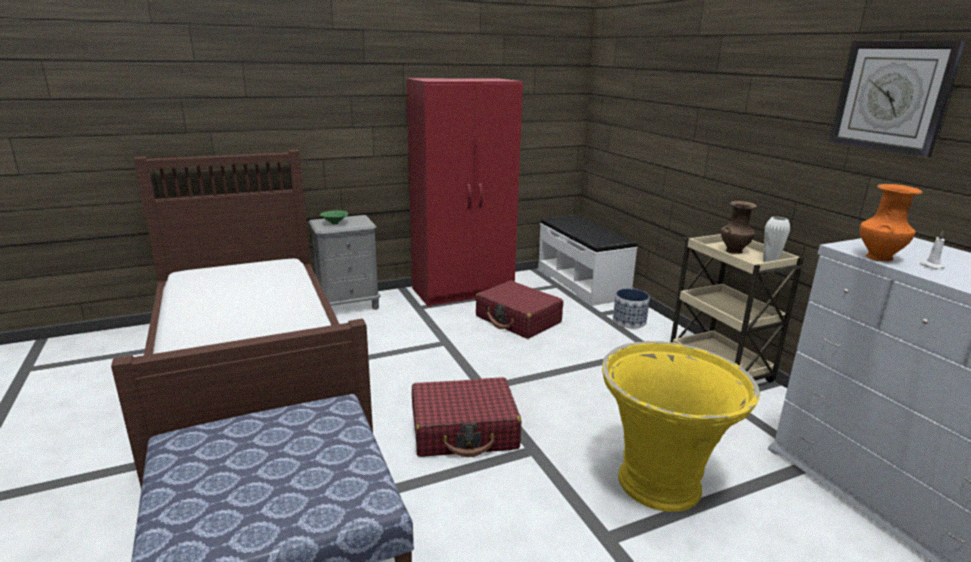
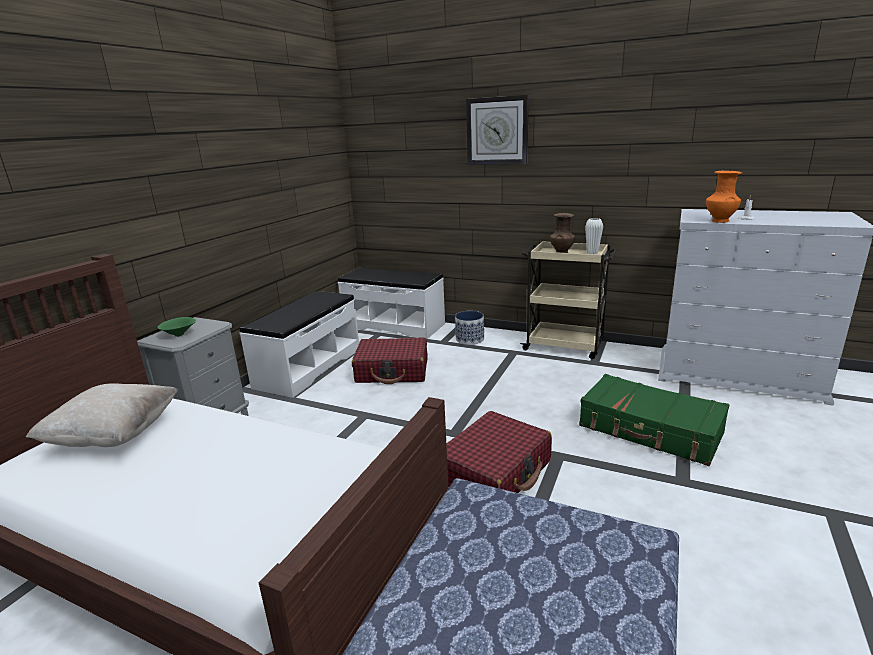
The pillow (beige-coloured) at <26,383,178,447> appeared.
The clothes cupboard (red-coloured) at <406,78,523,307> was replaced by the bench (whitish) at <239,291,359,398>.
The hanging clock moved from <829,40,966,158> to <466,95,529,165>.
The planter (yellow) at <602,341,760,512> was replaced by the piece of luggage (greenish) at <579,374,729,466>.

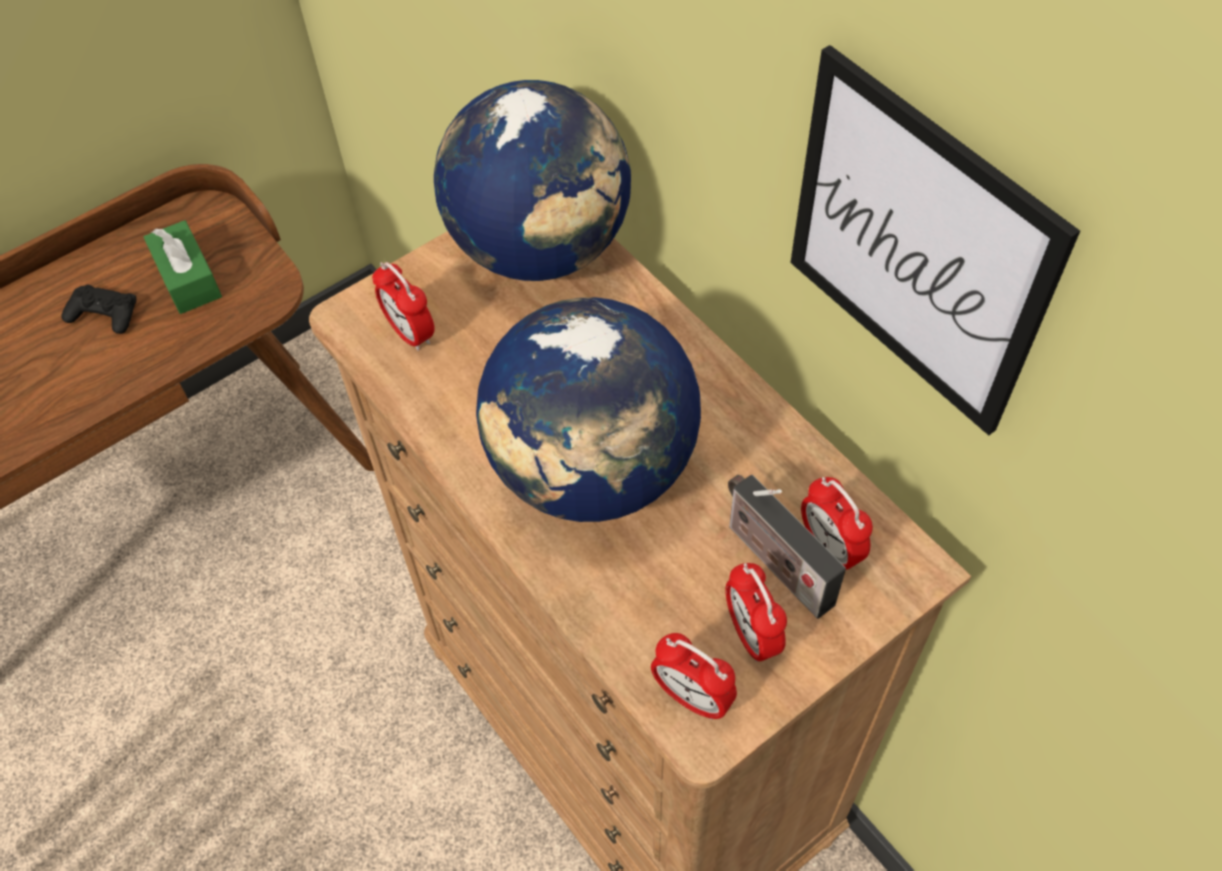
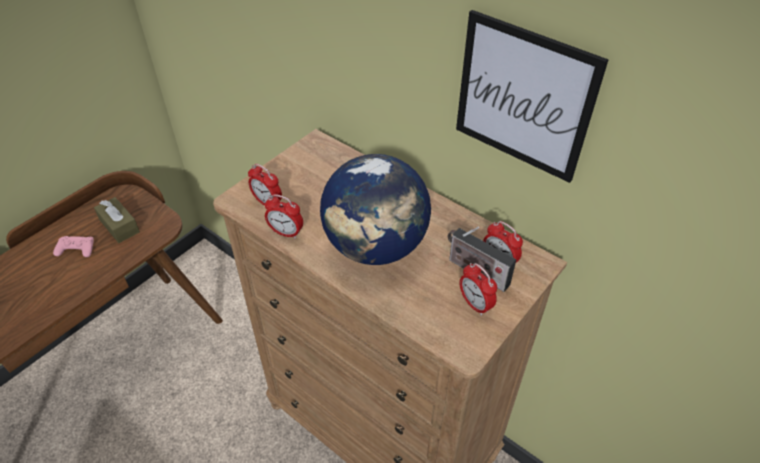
The joypad (blackish) at <61,284,136,334> became the joypad (pink-coloured) at <53,236,94,257>.
The tissue holder (greenish) at <144,220,222,314> became the tissue holder (brown-coloured) at <94,197,140,243>.
The table clock moved from <651,633,737,720> to <265,194,303,239>.
The world globe at <434,80,631,281> disappeared.

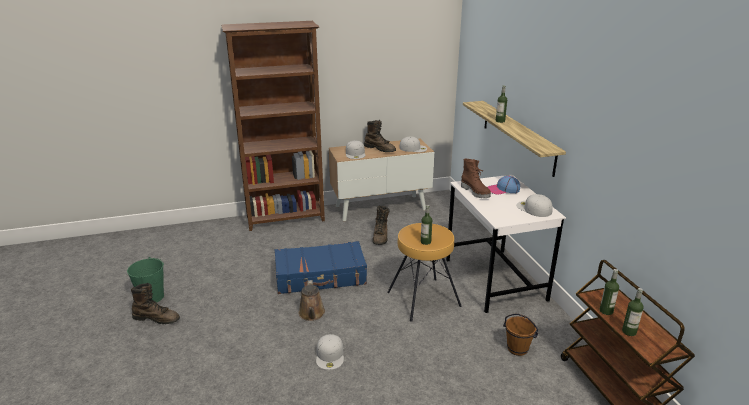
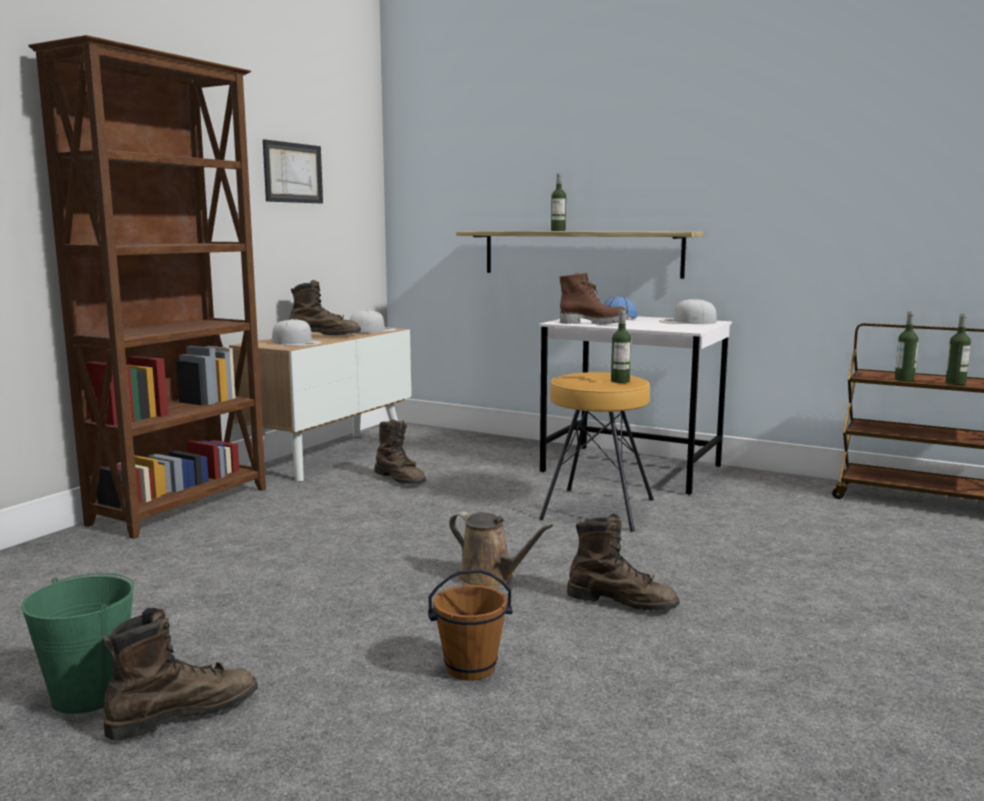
The wall art at <263,139,323,203> appeared.
The water bucket (brown-coloured) moved from <503,314,538,356> to <428,569,513,681>.
The cap (whitish) at <316,334,344,370> was replaced by the boot (brown-coloured) at <567,514,680,611>.
The piece of luggage (bluish) at <275,241,367,294> disappeared.

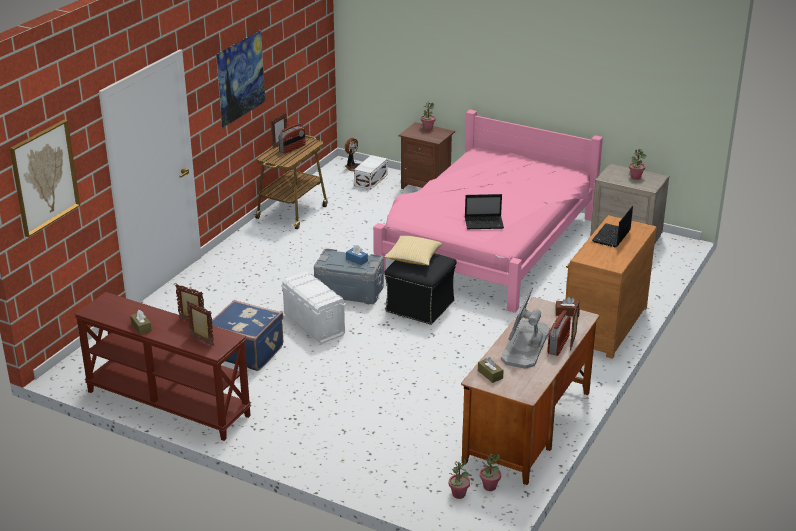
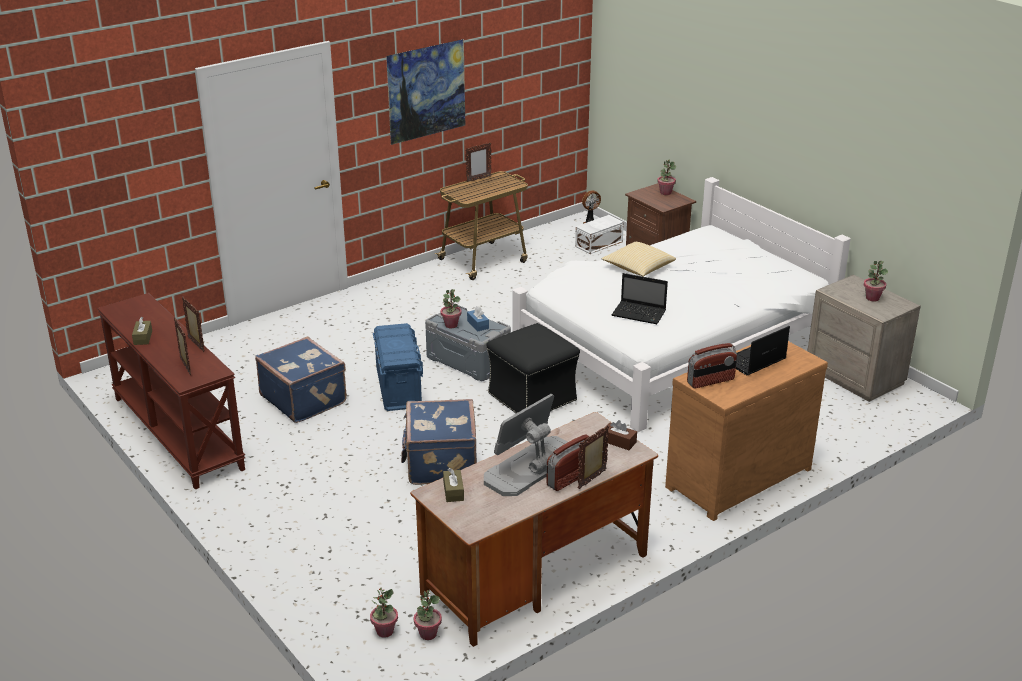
The storage box (whitish) at <281,271,346,344> became the storage box (bluish) at <373,323,423,411>.
The piece of luggage (bluish) at <401,399,477,485> appeared.
The potted plant at <440,289,462,328> appeared.
The bedroom bed (pink-coloured) at <373,110,603,313> became the bedroom bed (whitish) at <513,177,851,432>.
The pillow moved from <384,236,442,266> to <602,242,676,277>.
The radio receiver moved from <279,123,306,154> to <687,343,737,388>.
The wall art at <10,120,80,237> disappeared.

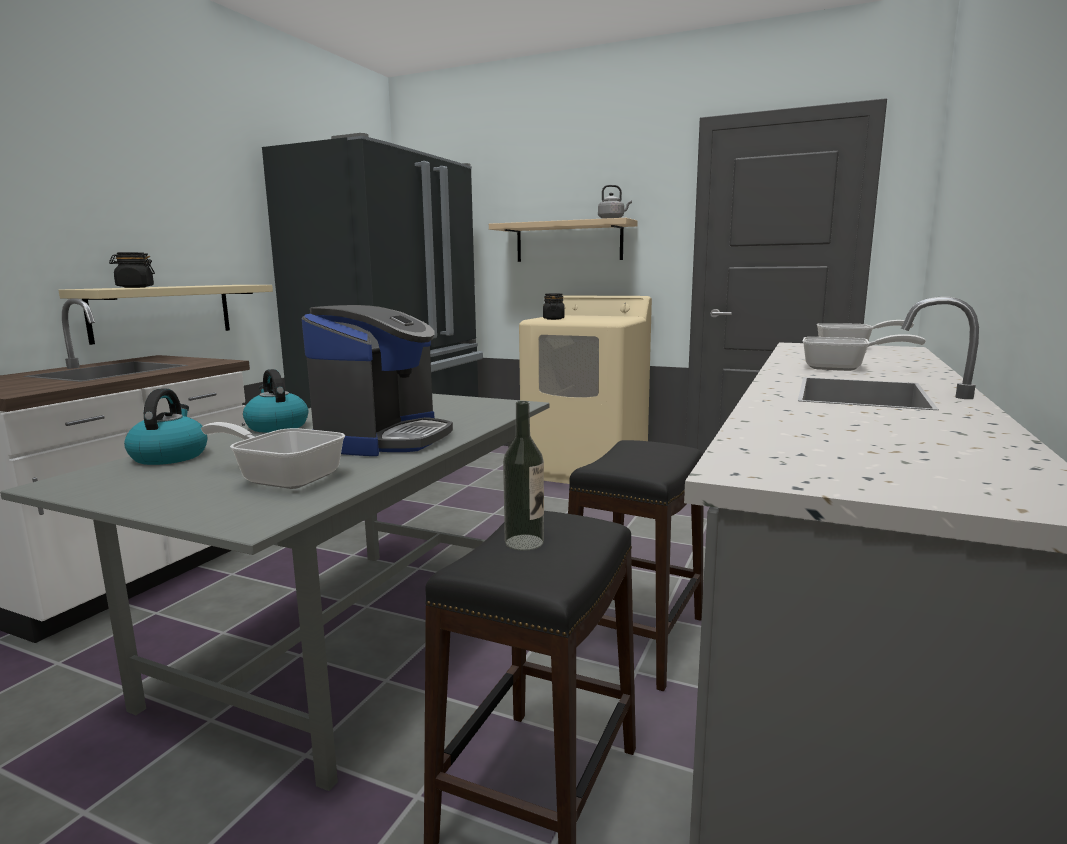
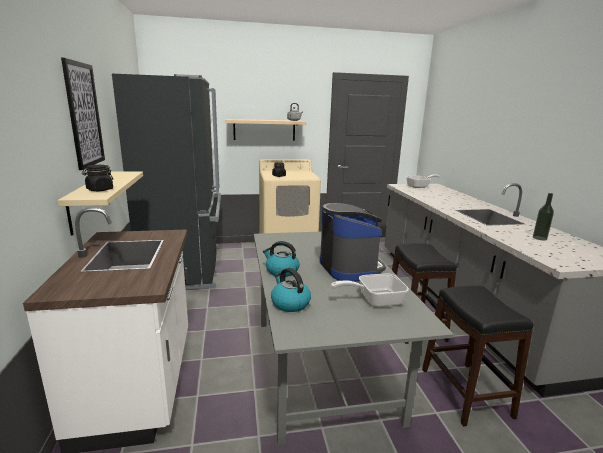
The wall art at <61,58,105,170> appeared.
The beverage bottle moved from <503,401,544,551> to <533,193,554,240>.
The skillet at <802,334,926,371> disappeared.

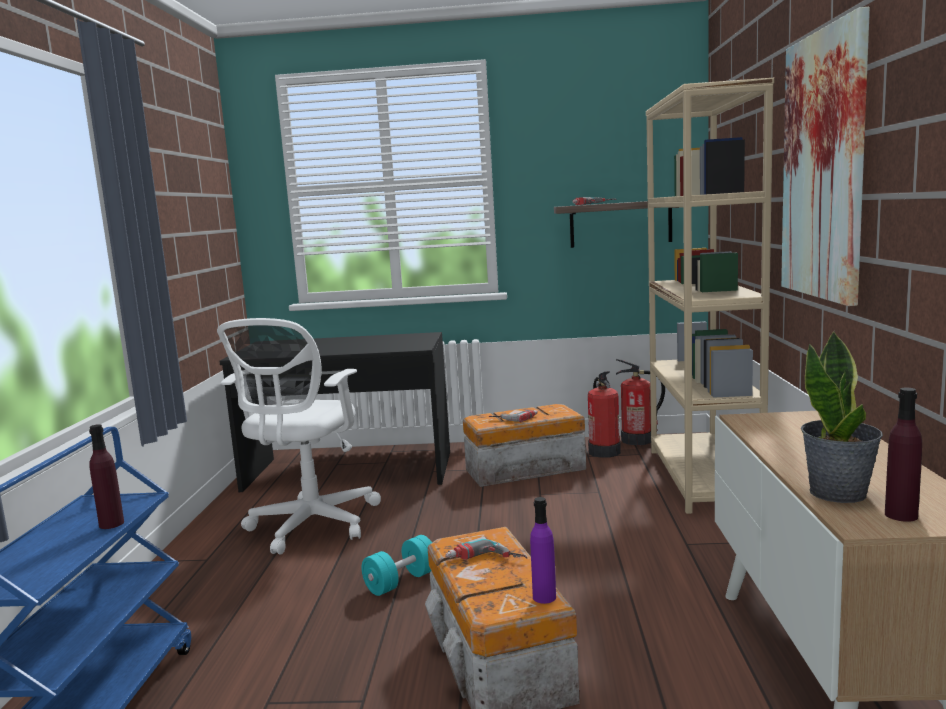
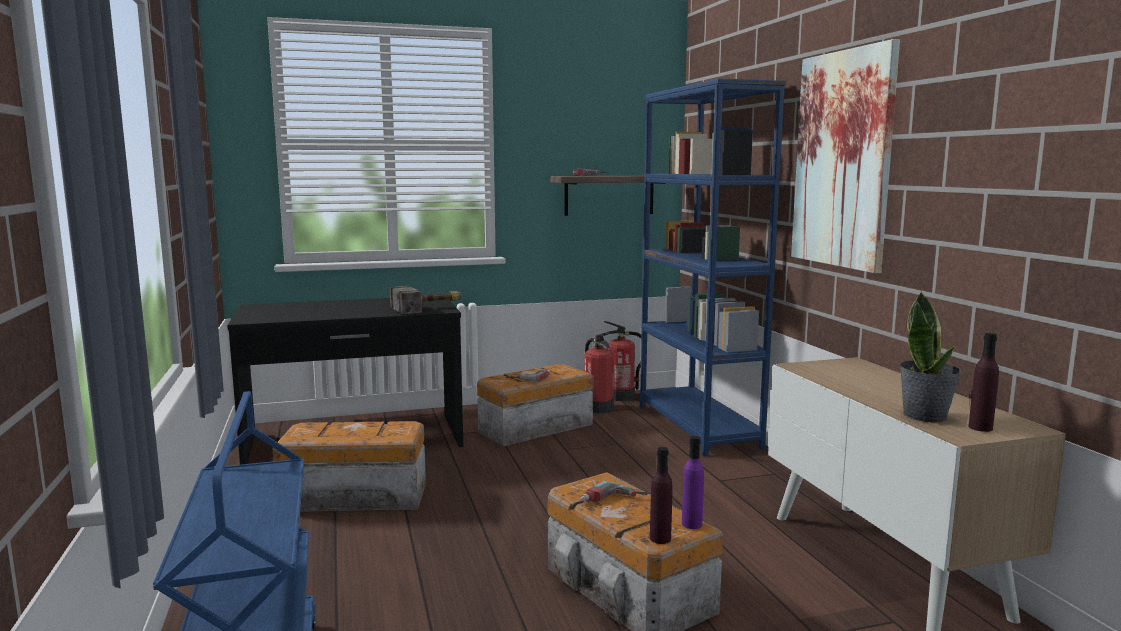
The desk chair (whitish) at <217,318,381,555> was replaced by the storage box at <272,421,426,512>.
The hand hammer at <390,286,463,314> appeared.
The shelving unit (beige-coloured) at <646,78,774,514> became the shelving unit (bluish) at <640,78,786,456>.
The beverage bottle (purple-coloured) moved from <89,424,124,529> to <650,447,672,544>.
The hand weight (turquoise) at <361,535,432,596> disappeared.

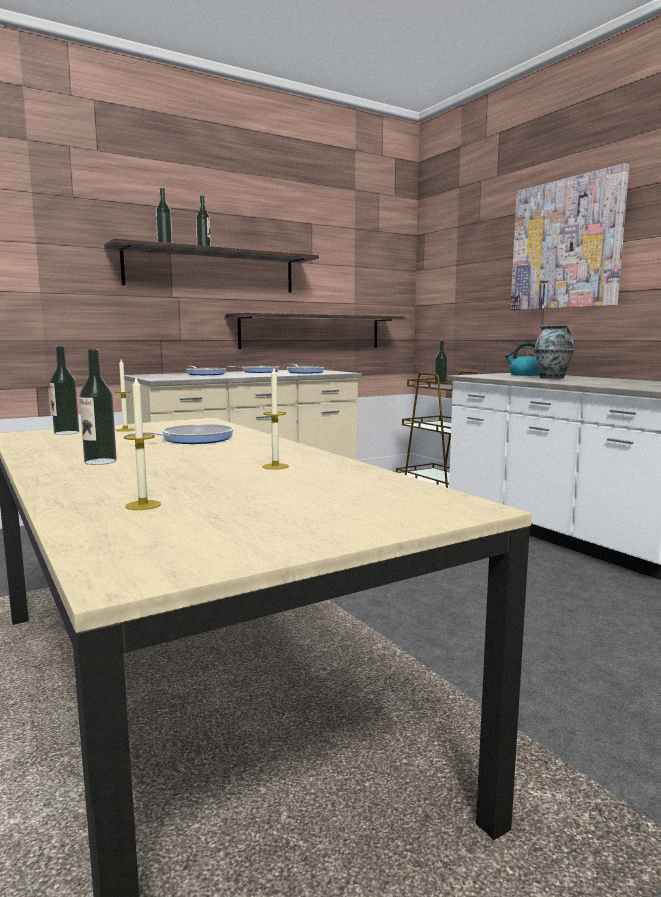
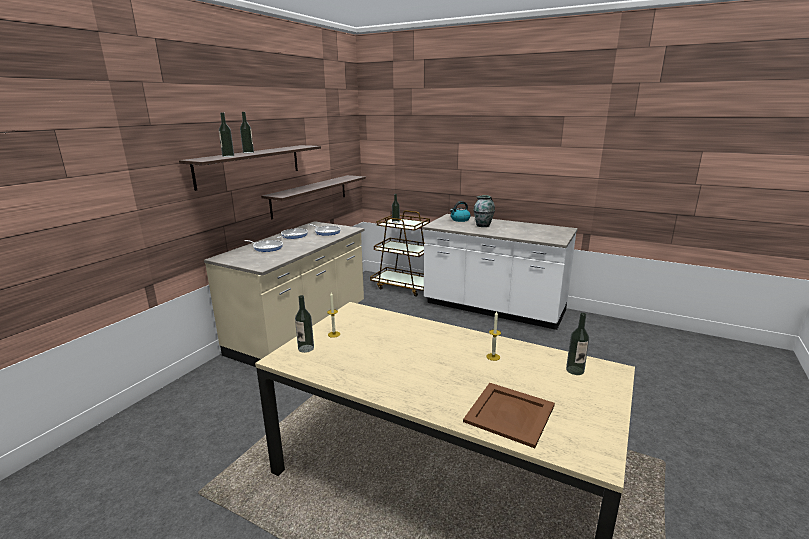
The wax light at <124,378,161,510> was replaced by the tray (brown-coloured) at <463,383,555,448>.
The beverage bottle moved from <79,349,117,465> to <566,313,589,375>.
The skillet at <128,424,234,444> disappeared.
The wall art at <510,163,629,310> disappeared.

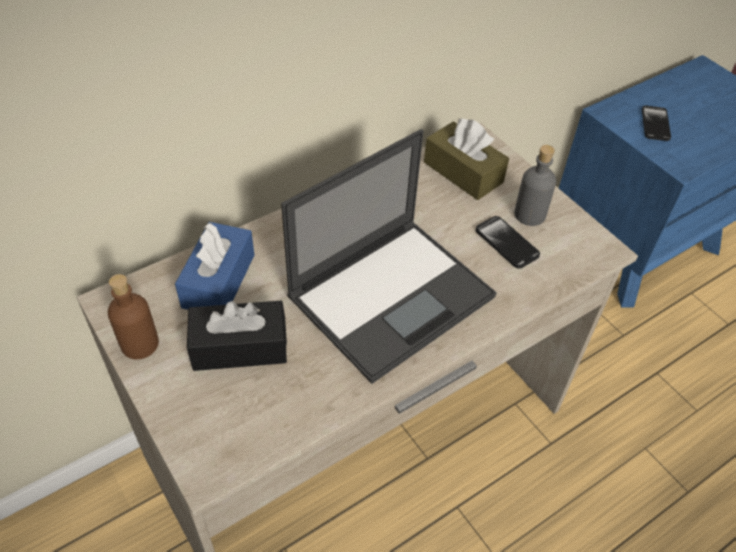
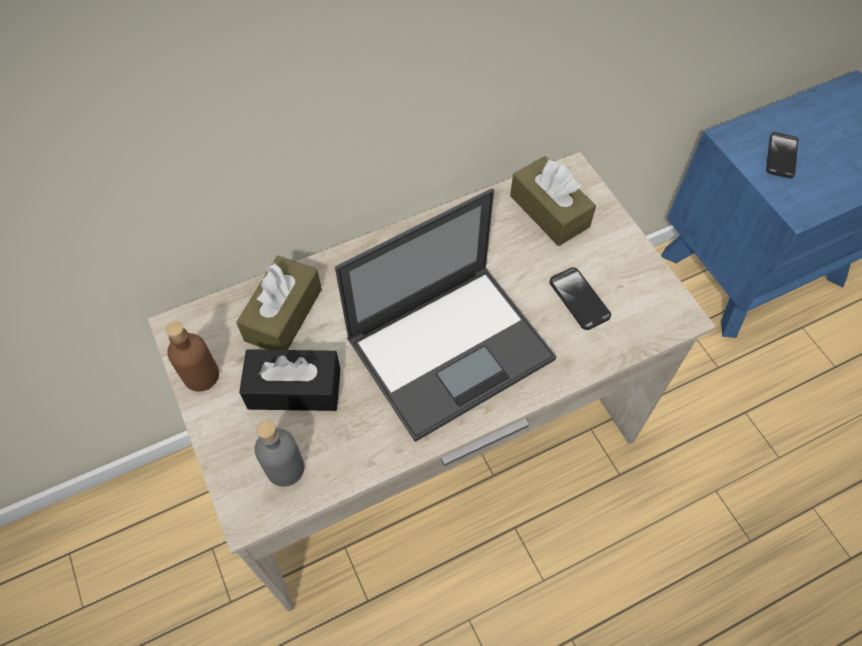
The tissue holder (bluish) at <175,222,254,310> became the tissue holder (brown-coloured) at <236,256,322,350>.
The beverage bottle (greyish) moved from <514,145,556,226> to <255,421,304,487>.

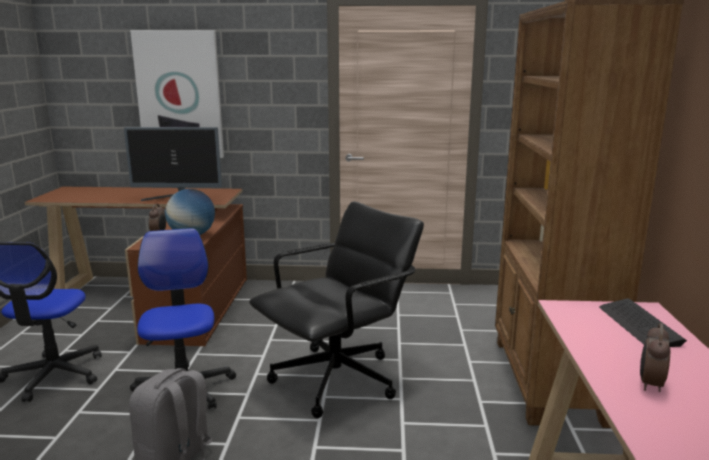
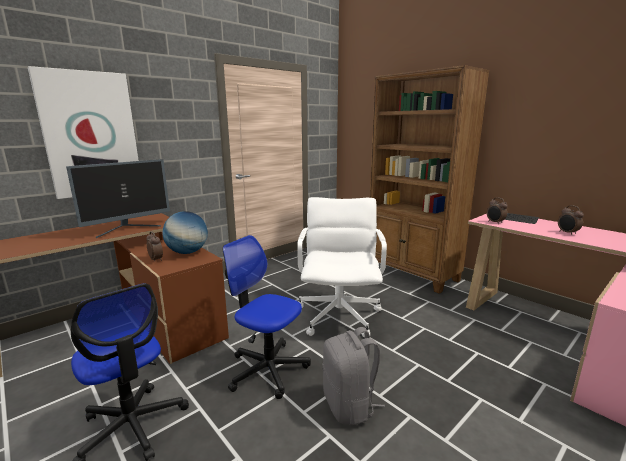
The desk chair (blackish) at <249,201,424,418> became the desk chair (whitish) at <297,197,387,337>.
The table clock at <487,197,507,224> appeared.

